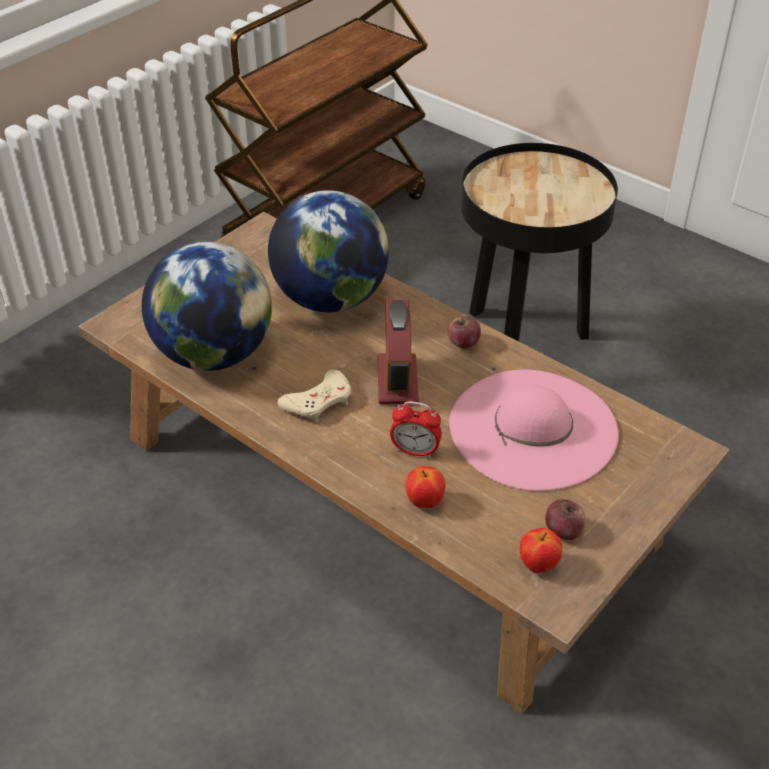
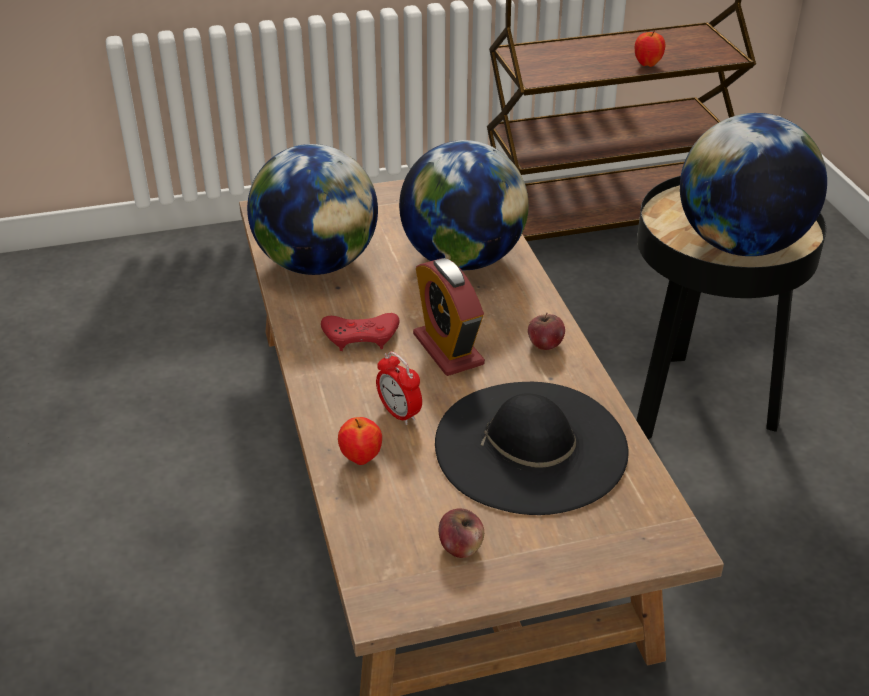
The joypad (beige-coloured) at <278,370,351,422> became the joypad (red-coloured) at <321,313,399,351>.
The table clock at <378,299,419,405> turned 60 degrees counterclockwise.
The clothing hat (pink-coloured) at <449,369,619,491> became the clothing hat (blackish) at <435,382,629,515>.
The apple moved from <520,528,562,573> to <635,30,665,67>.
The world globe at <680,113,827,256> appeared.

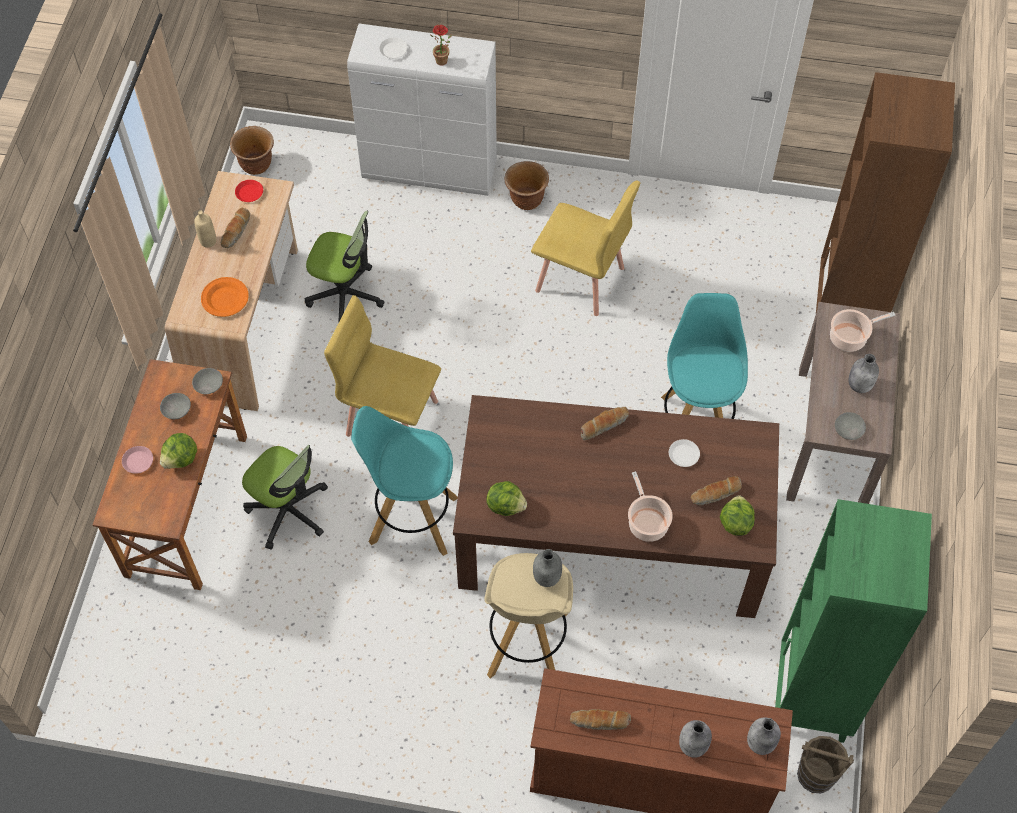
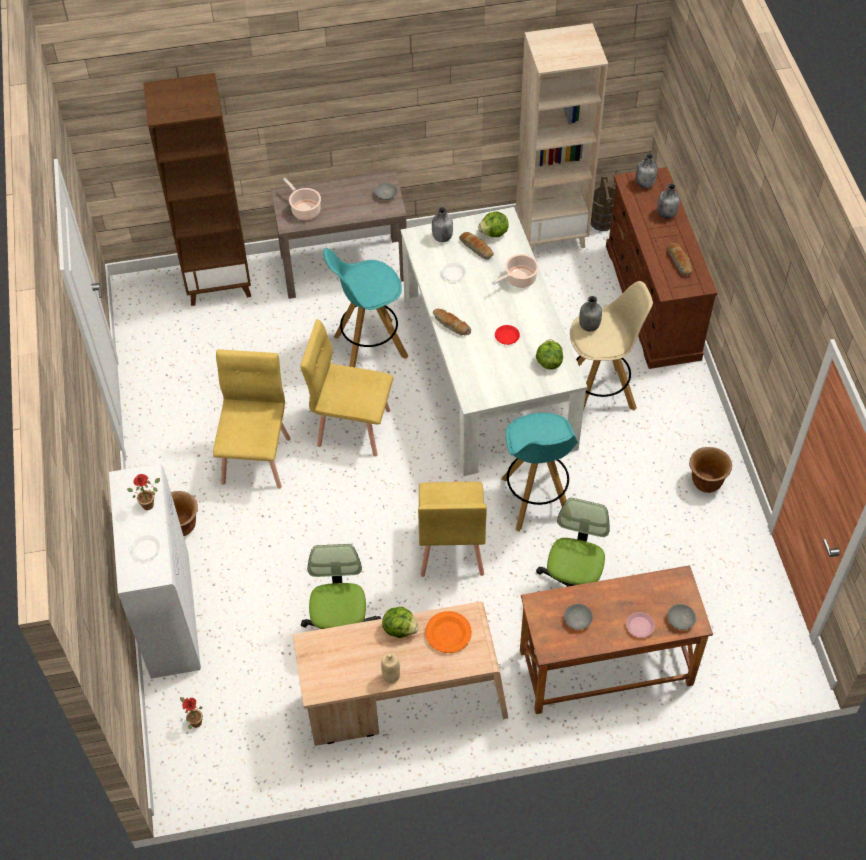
The potted plant at <180,697,203,729> appeared.
The plain chair (yellow) at <300,319,394,457> appeared.
The lettuce head moved from <160,433,197,469> to <382,607,419,638>.
The dining table (brown-coloured) at <453,395,779,618> became the dining table (whitish) at <401,207,588,476>.
The beverage bottle (greyish) moved from <849,354,879,393> to <432,207,453,242>.
The plate (red-coloured) moved from <235,180,263,202> to <495,325,520,345>.
The shelving unit (greenish) at <775,499,932,743> became the shelving unit (beige-coloured) at <516,23,608,252>.
The deep dish (greyish) moved from <192,368,223,394> to <667,604,696,630>.
The planter (brown-coloured) moved from <230,126,274,175> to <689,447,732,493>.
The bread at <221,208,250,248> disappeared.

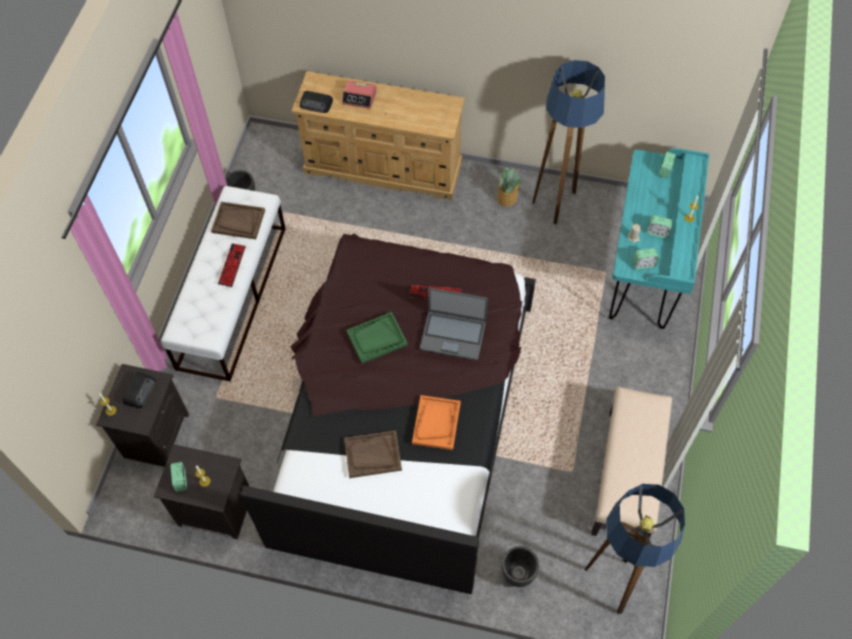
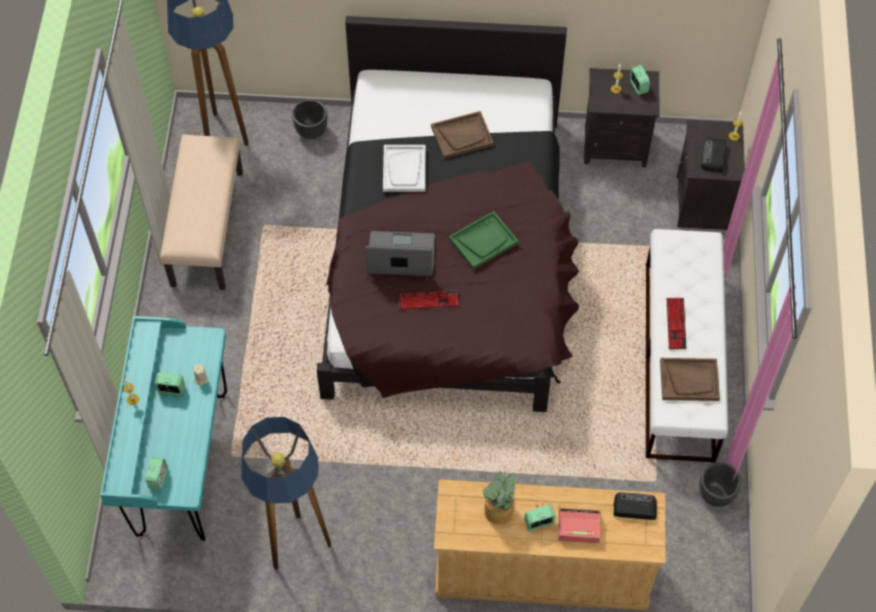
The tray (orange-coloured) at <412,395,461,450> became the tray (whitish) at <383,145,425,192>.
The potted plant moved from <497,167,521,207> to <483,471,516,524>.
The table clock moved from <633,248,659,270> to <524,505,555,531>.

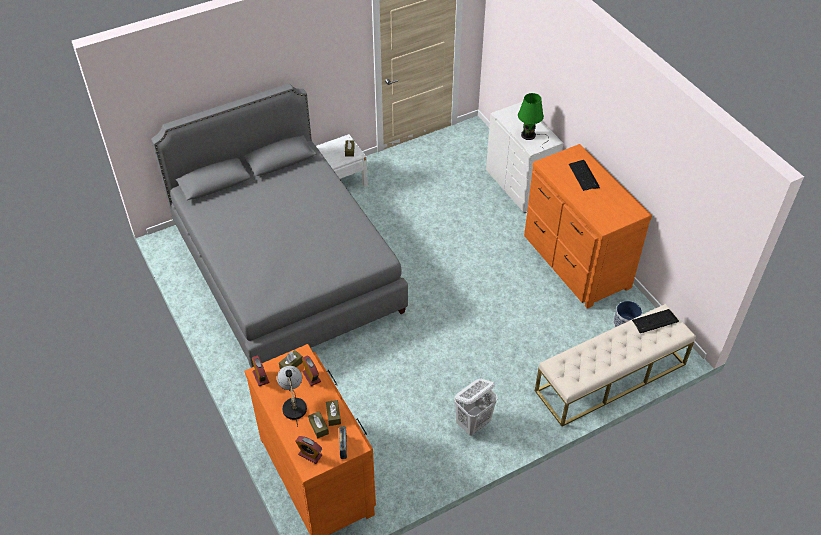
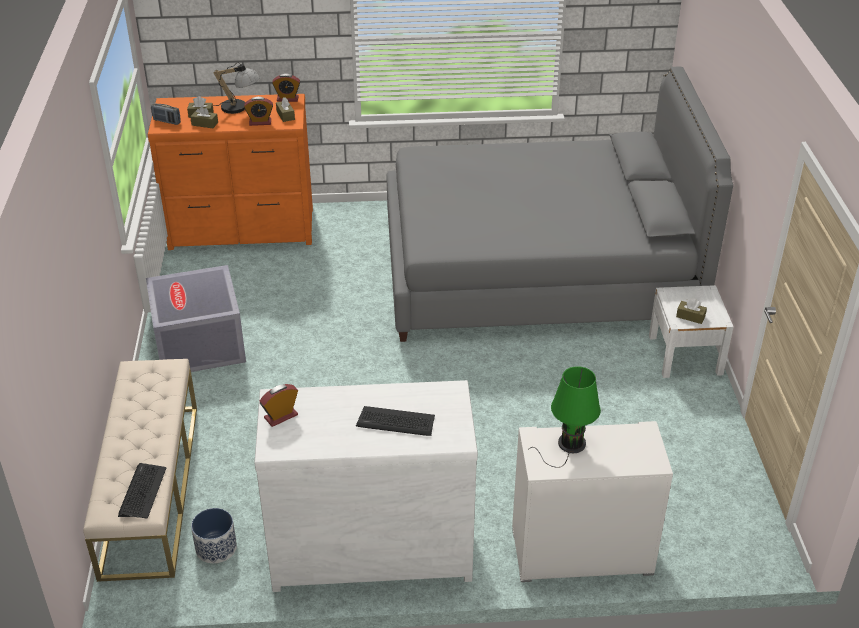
The hamper (whitish) at <454,379,497,436> was replaced by the storage box (greyish) at <146,265,246,372>.
The chest of drawers (orange-coloured) at <524,144,652,308> became the chest of drawers (whitish) at <254,380,478,592>.
The table clock moved from <295,436,322,464> to <259,384,298,427>.

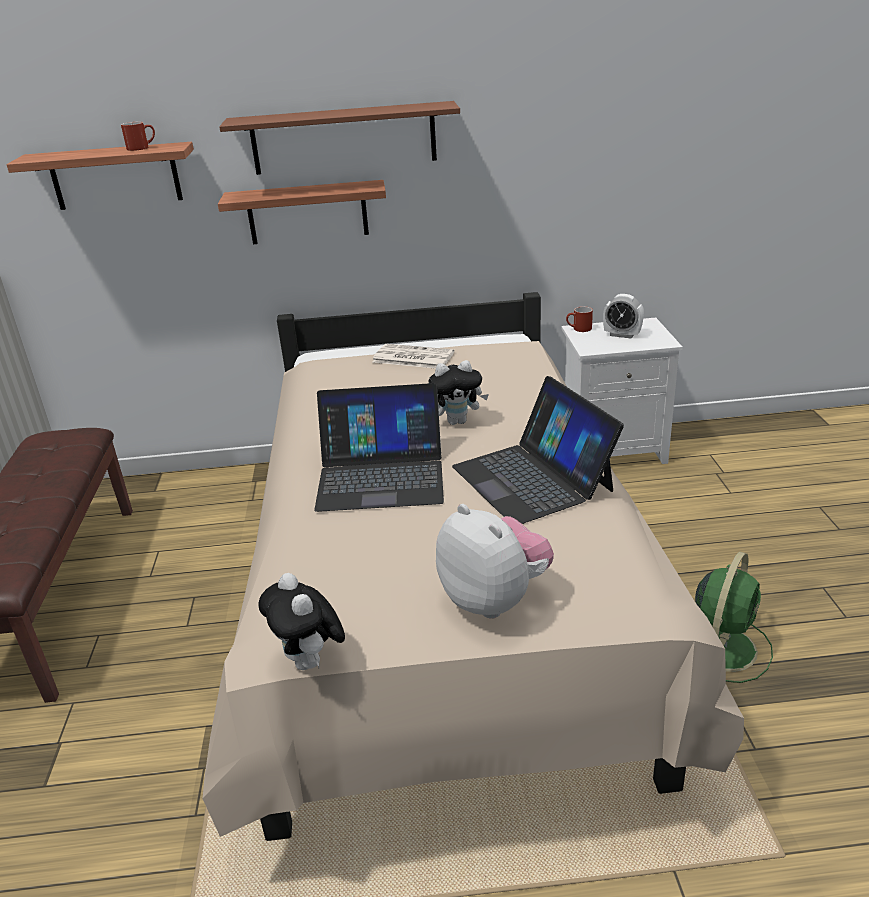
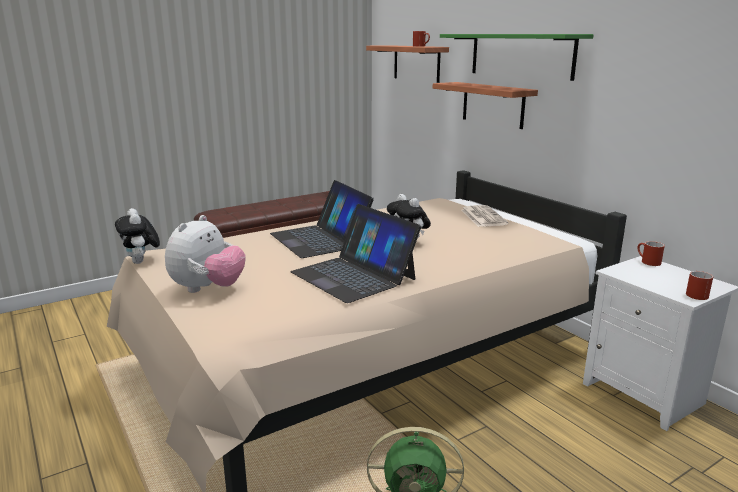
The soft toy at <258,573,345,670> turned 60 degrees counterclockwise.
The laptop at <452,376,624,524> turned 75 degrees counterclockwise.
The shelf (brown-coloured) at <219,101,460,175> became the shelf (greenish) at <440,34,594,81>.
The mug (red-coloured) at <686,271,713,300> appeared.
The table clock at <603,294,644,339> disappeared.

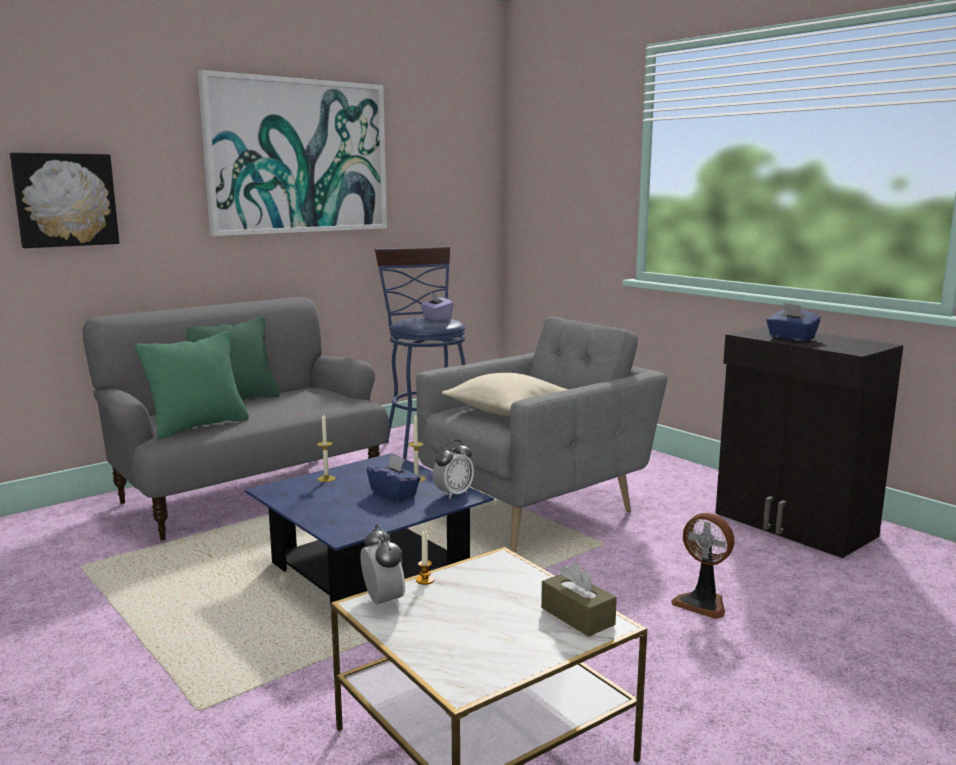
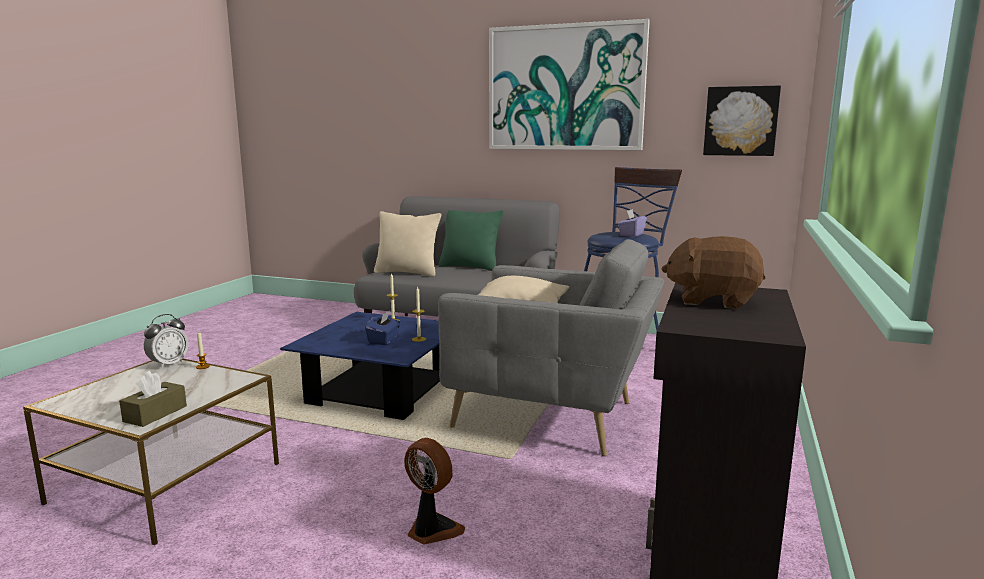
The pillow (greenish) at <135,331,249,439> became the pillow (beige-coloured) at <374,211,441,277>.
The electric fan at <671,513,735,619> turned 120 degrees clockwise.
The tissue holder (bluish) at <766,303,821,341> was replaced by the soft toy (brown-coloured) at <662,236,766,309>.
The wall art moved from <10,153,119,248> to <703,86,781,156>.
The table clock at <433,440,474,499> disappeared.

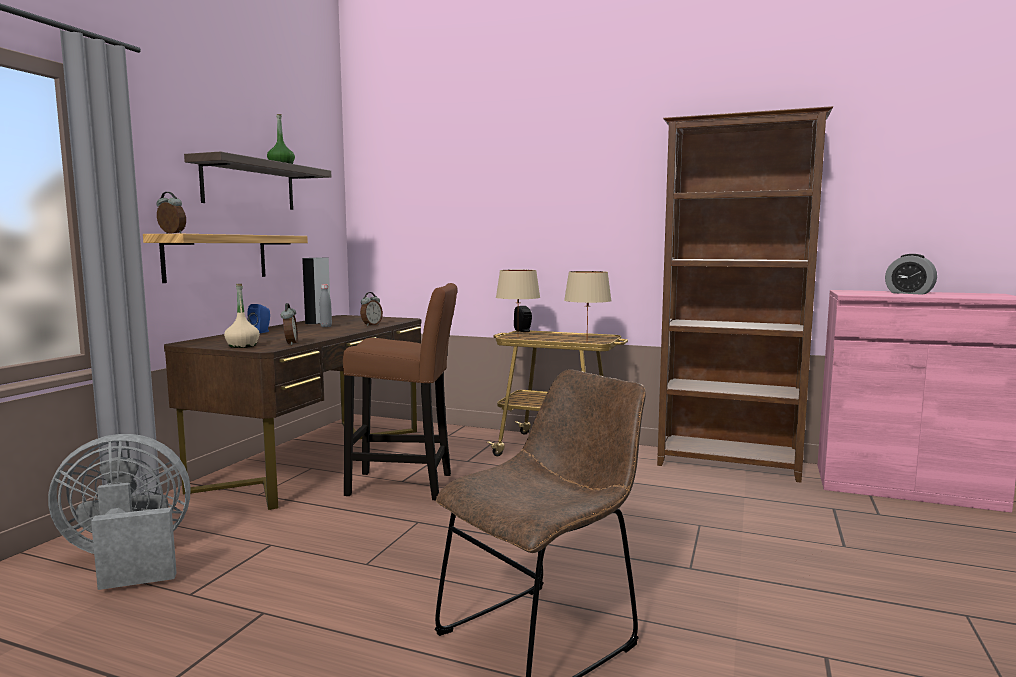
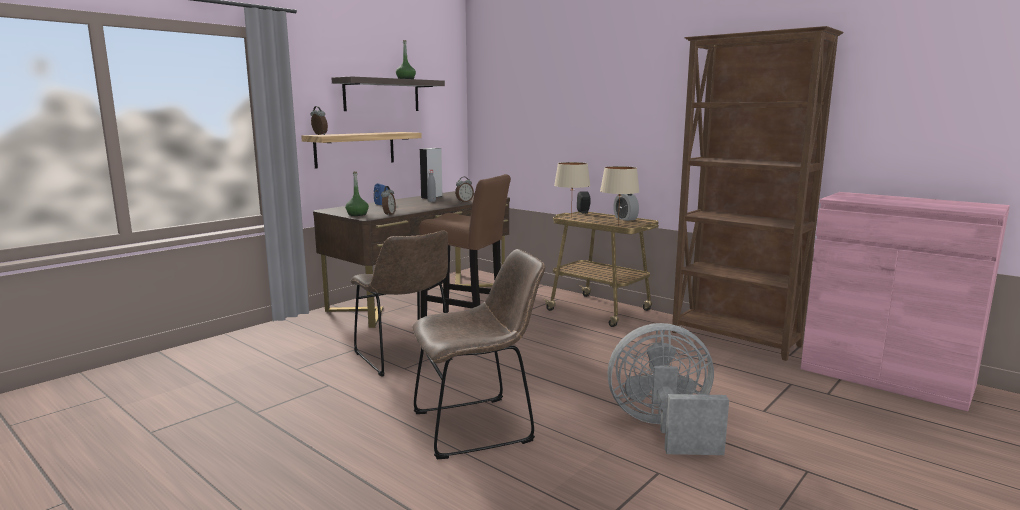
The beverage bottle (beige-coloured) at <224,284,260,348> became the beverage bottle (greenish) at <345,172,369,216>.
The plain chair (brown-coloured) at <351,230,452,377> appeared.
The electric fan (greyish) moved from <48,434,191,590> to <608,323,729,455>.
The table clock moved from <885,254,937,295> to <613,194,639,221>.

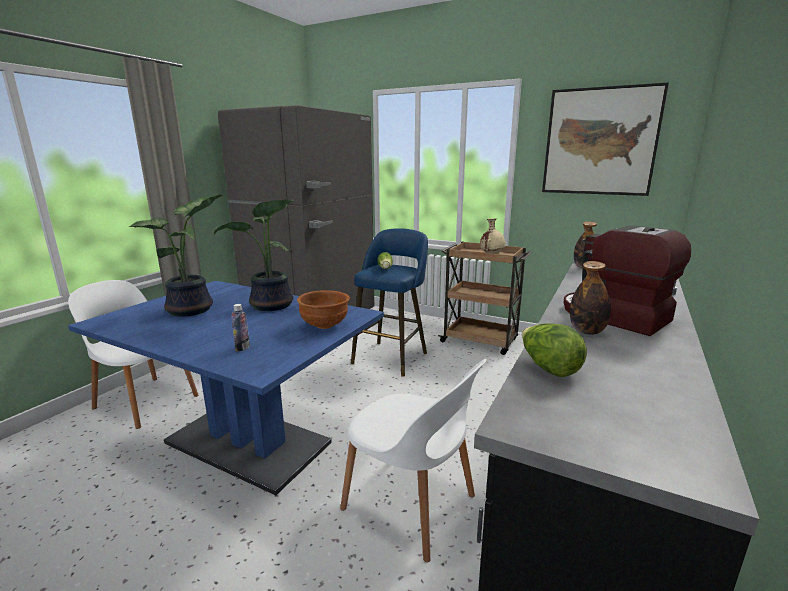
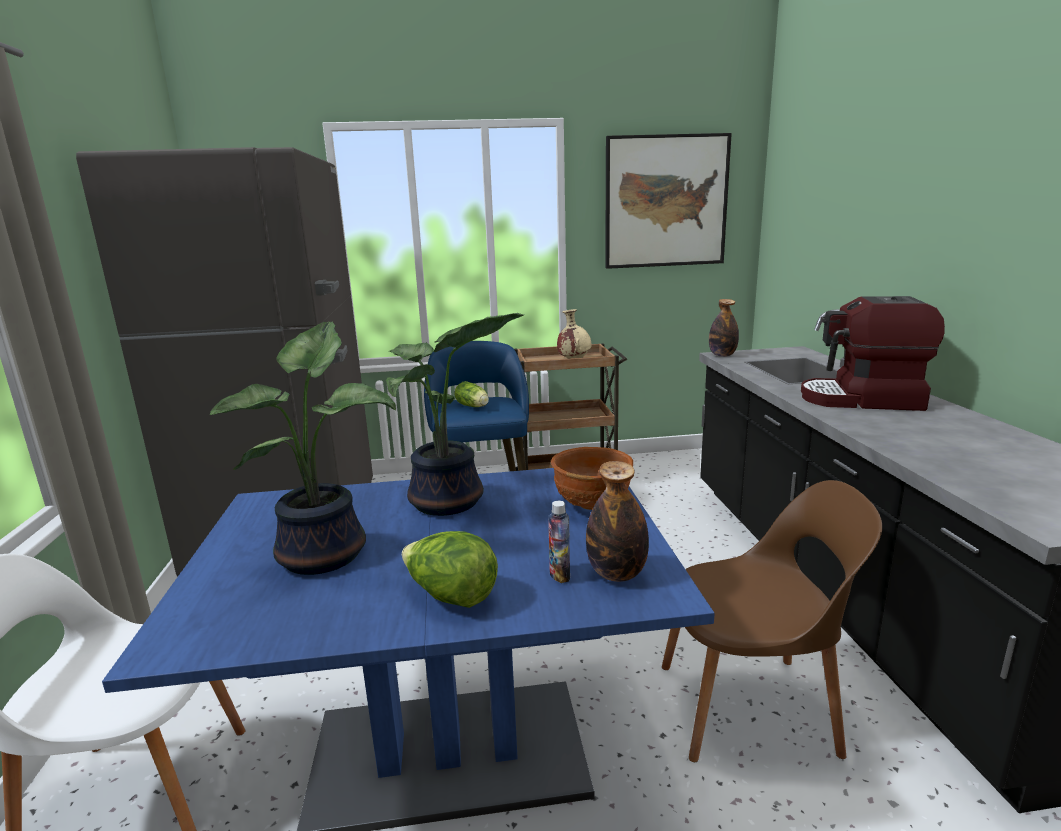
The lettuce head moved from <522,323,587,377> to <402,531,498,608>.
The beverage bottle moved from <570,261,611,335> to <586,461,649,582>.
The plain chair (whitish) at <340,359,487,563> became the plain chair (brown-coloured) at <662,480,882,762>.

